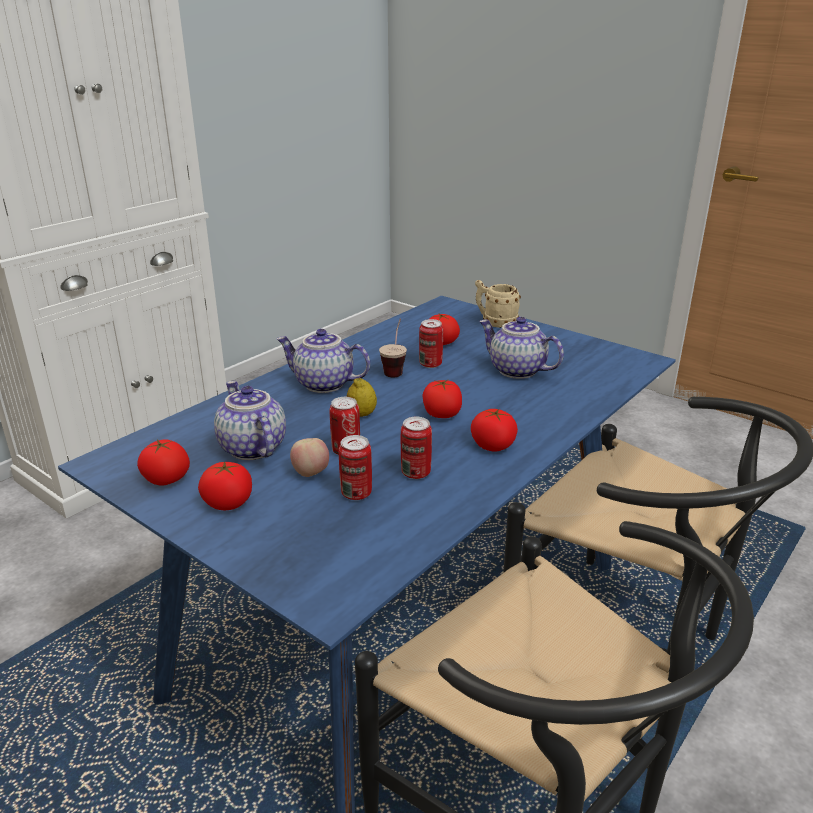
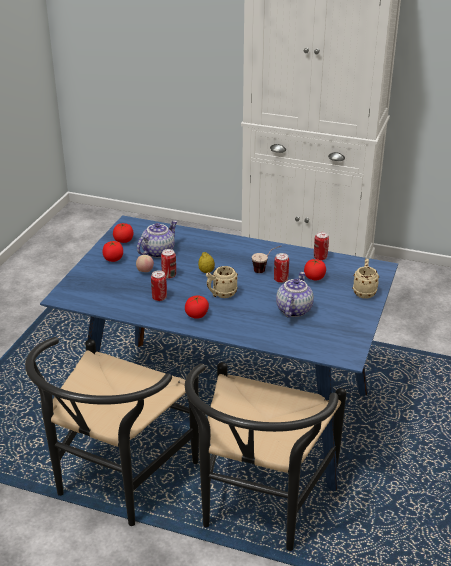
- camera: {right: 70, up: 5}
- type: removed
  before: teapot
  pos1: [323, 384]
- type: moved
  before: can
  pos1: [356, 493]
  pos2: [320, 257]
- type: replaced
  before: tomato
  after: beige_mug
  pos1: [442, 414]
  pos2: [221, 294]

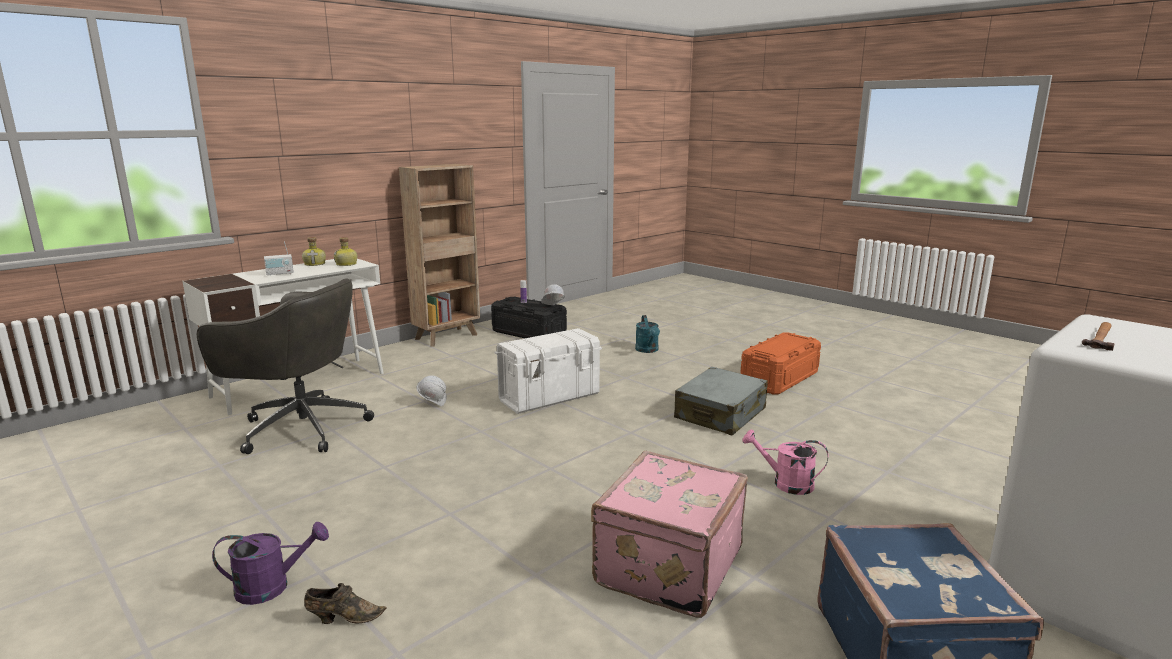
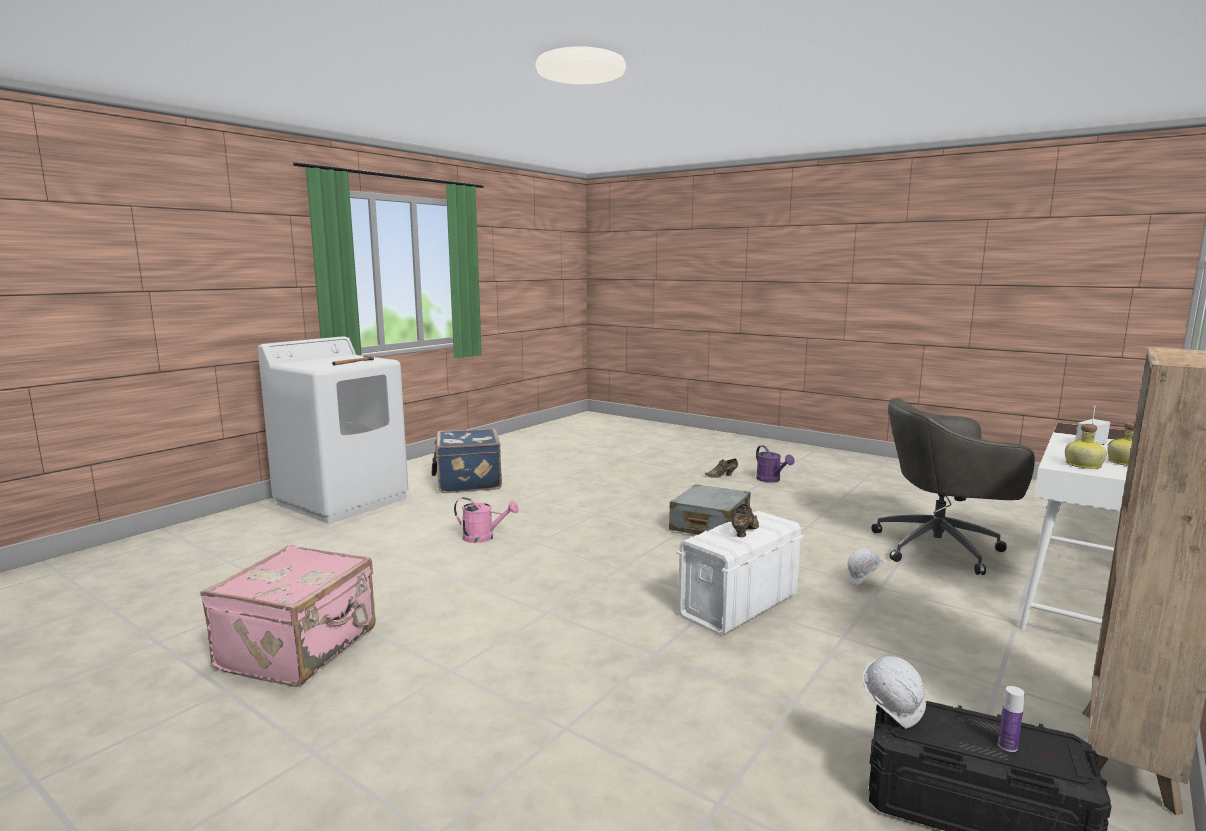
- camera: {right: 170, up: -5}
- type: removed
  before: turquoise_watering_can
  pos1: [648, 350]
- type: removed
  before: orange_storage_box
  pos1: [779, 379]
- type: added
  after: brown_shoe
  pos2: [744, 532]
- type: moved
  before: pink_suitcase
  pos1: [666, 566]
  pos2: [301, 649]
- type: moved
  before: grey_suitcase
  pos1: [720, 414]
  pos2: [709, 525]
- type: turned
  before: purple_watering_can
  pos1: [272, 587]
  pos2: [771, 480]
  turn: -90

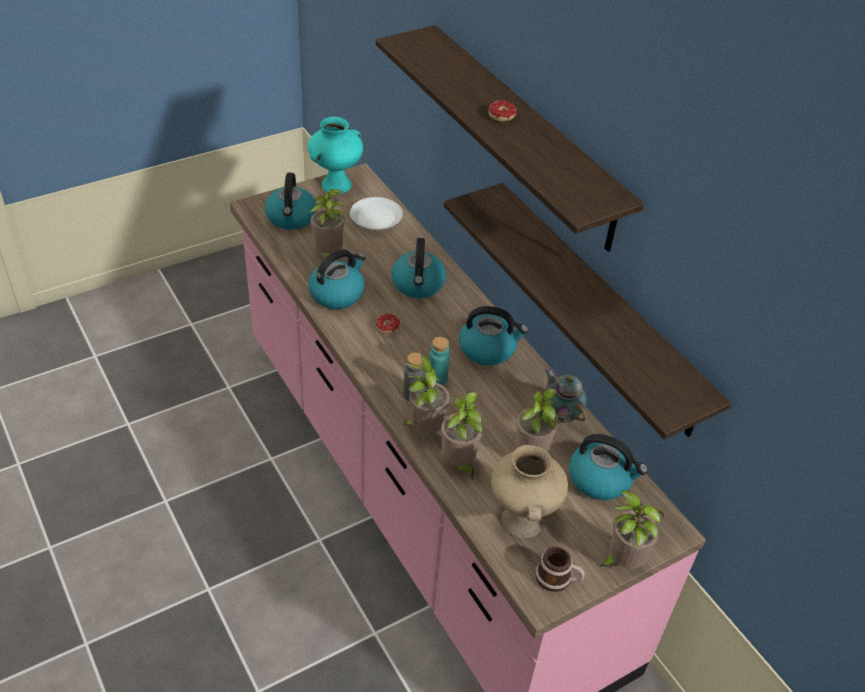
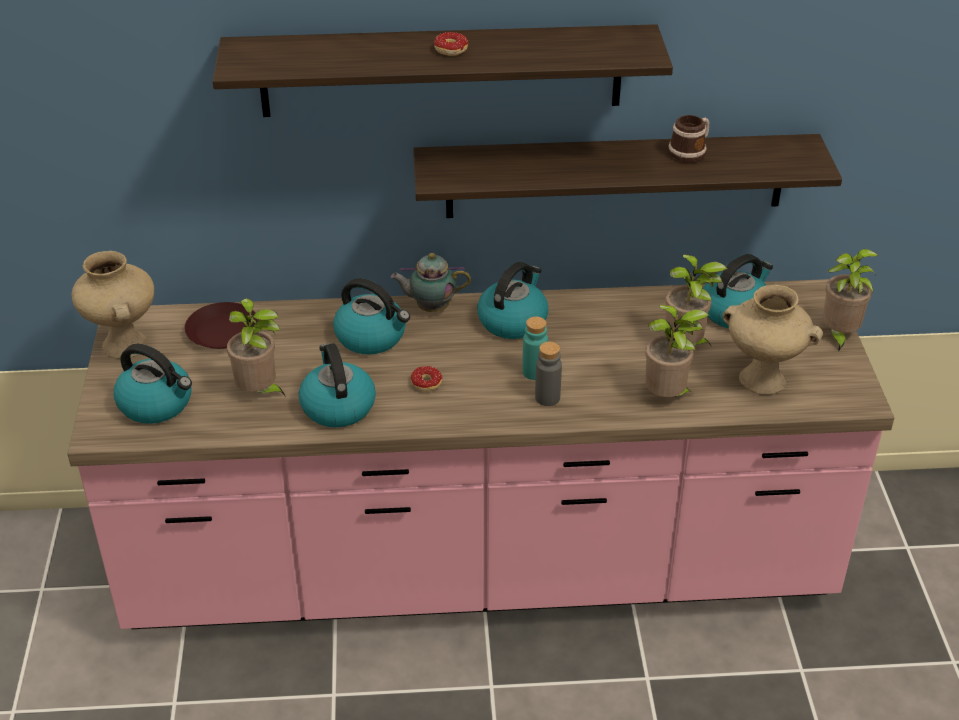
- camera: {right: -60, up: -5}
- type: removed
  before: potted_plant
  pos1: [424, 429]
- type: moved
  before: mug
  pos1: [558, 579]
  pos2: [690, 152]
- type: moved
  before: teapot
  pos1: [560, 415]
  pos2: [430, 308]
- type: recoloured
  before: turquoise_vase
  after: beige_vase
  pos1: [336, 184]
  pos2: [123, 344]
- type: recoloured
  before: white_plate
  after: brown_plate
  pos1: [375, 218]
  pos2: [222, 332]

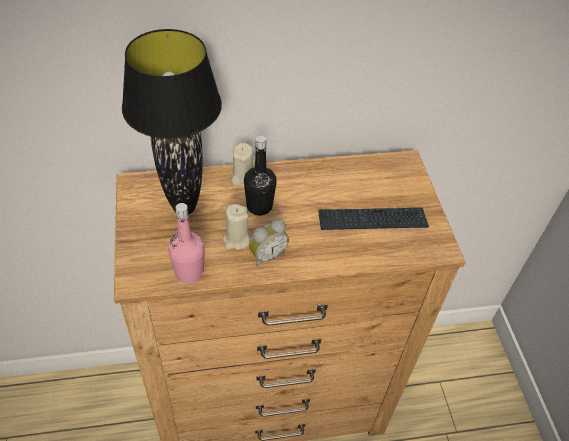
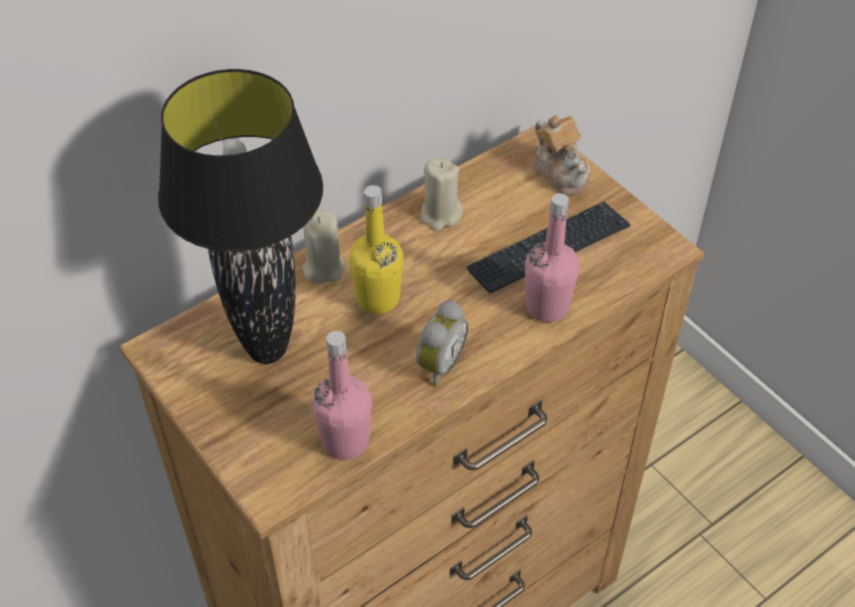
- camera: {right: -25, up: 0}
- type: added
  after: pink_bottle
  pos2: [547, 307]
- type: added
  after: teapot
  pos2: [561, 172]
- type: moved
  before: beige_candle
  pos1: [236, 240]
  pos2: [440, 215]
- type: recoloured
  before: black_bottle
  after: yellow_bottle
  pos1: [259, 206]
  pos2: [378, 299]

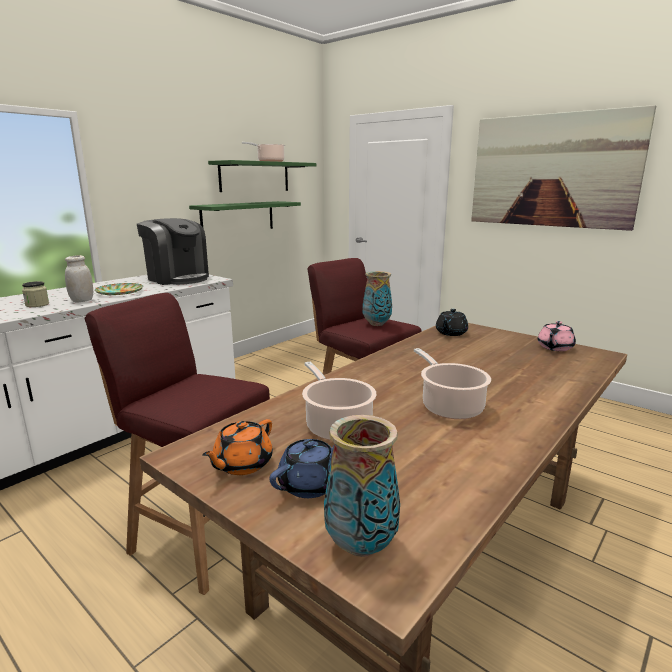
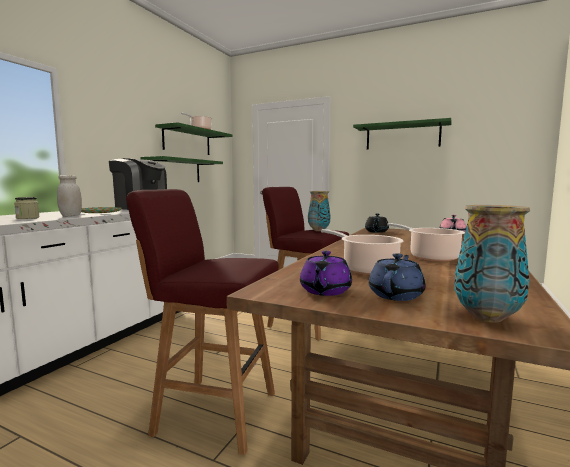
- camera: {right: -15, up: -10}
- type: replaced
  before: picture
  after: green_shelf
  pos1: [552, 171]
  pos2: [402, 136]
- type: recoloured
  before: orange_teapot
  after: purple_teapot
  pos1: [242, 464]
  pos2: [324, 291]

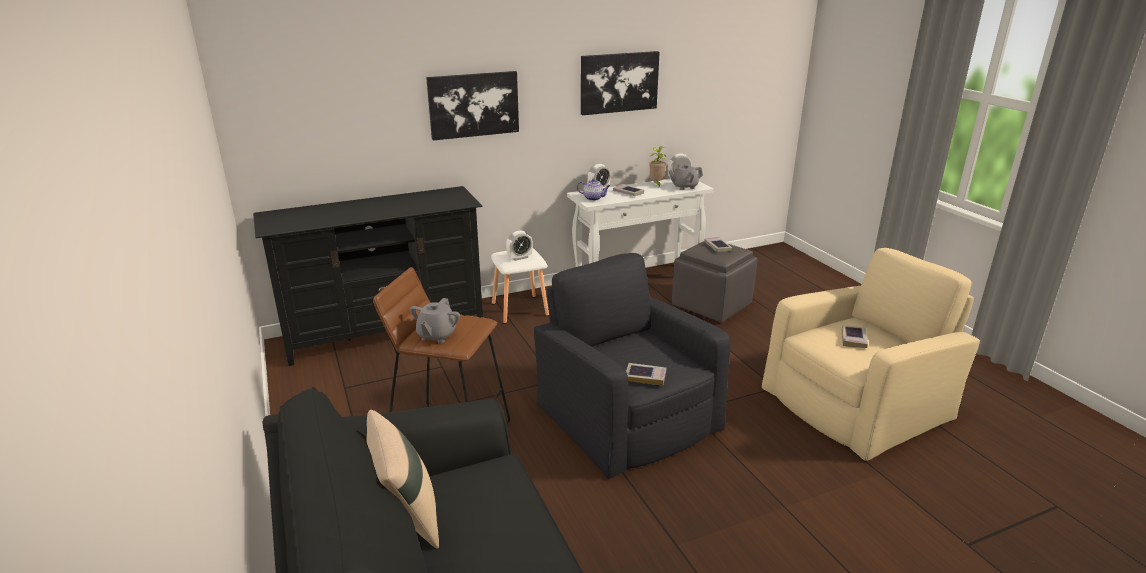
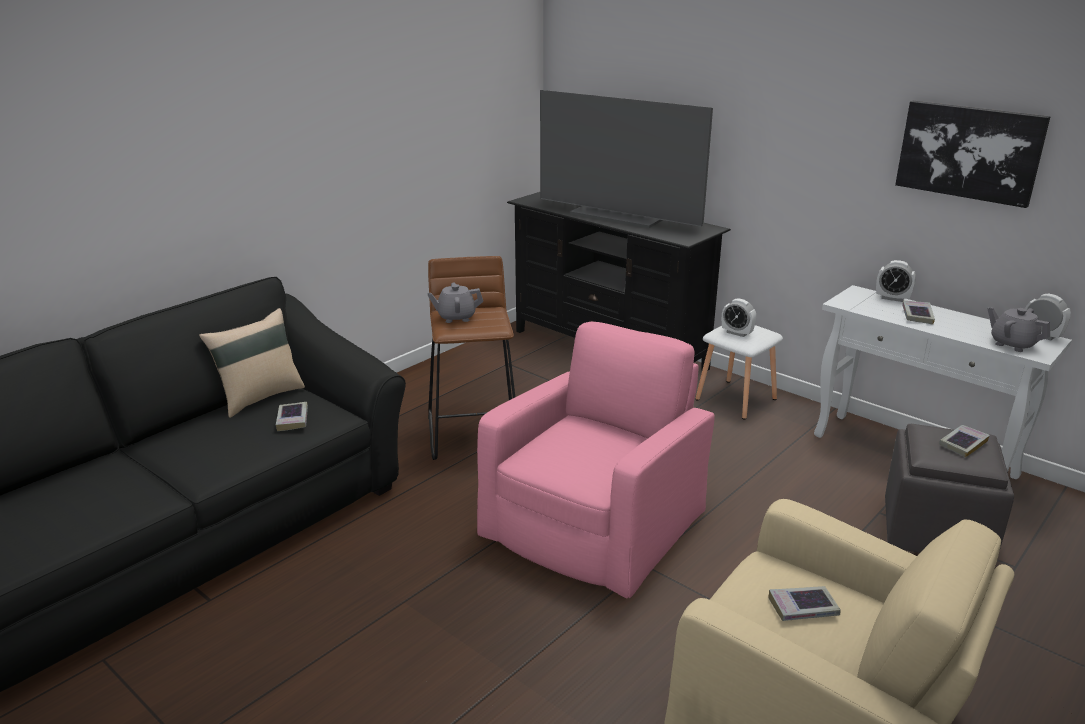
- camera: {right: 65, up: 0}
- type: removed
  before: picture
  pos1: [473, 104]
- type: removed
  before: teapot
  pos1: [593, 198]
- type: removed
  before: potted_plant
  pos1: [656, 184]
- type: added
  after: television
  pos2: [620, 215]
- type: moved
  before: book
  pos1: [645, 376]
  pos2: [292, 419]
- type: recoloured
  before: black_armchair
  after: pink_armchair
  pos1: [626, 415]
  pos2: [595, 520]

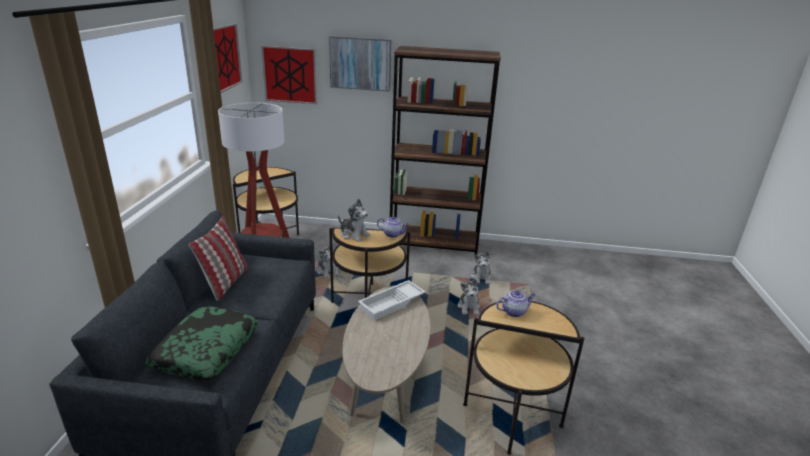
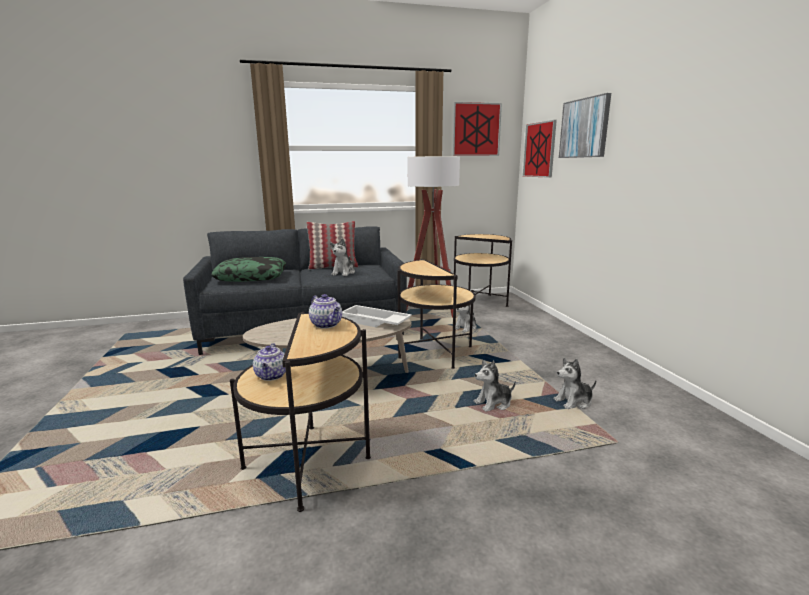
- camera: {right: 70, up: -10}
- type: removed
  before: brown_bookcase
  pos1: [434, 244]
- type: moved
  before: plush_toy
  pos1: [354, 234]
  pos2: [343, 273]
- type: moved
  before: teapot
  pos1: [393, 234]
  pos2: [272, 376]

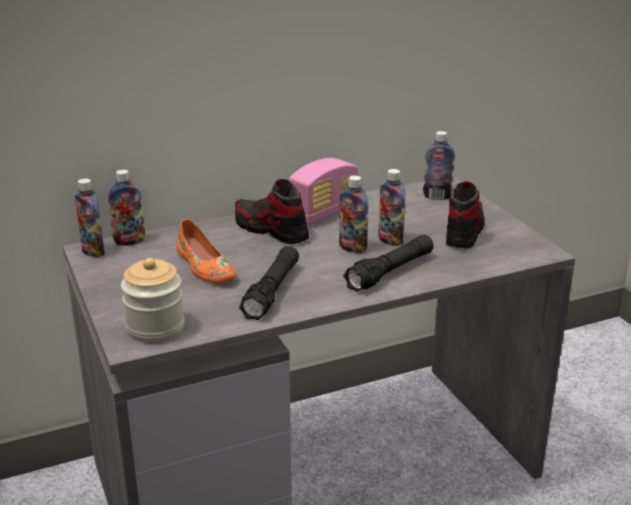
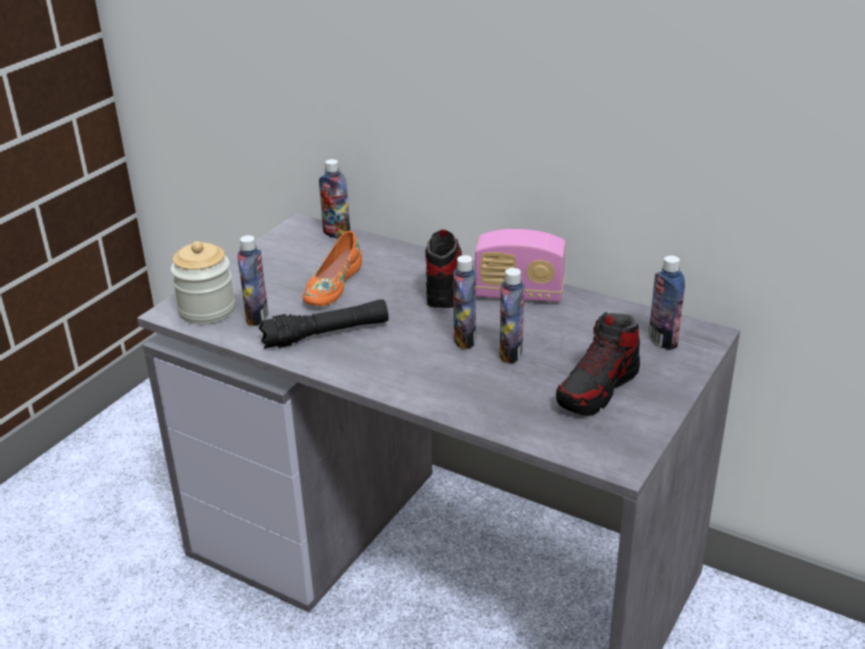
- camera: {right: 55, up: 5}
- type: removed
  before: black_flashlight
  pos1: [390, 272]
- type: moved
  before: bottle
  pos1: [93, 251]
  pos2: [257, 317]
- type: turned
  before: shoe
  pos1: [463, 231]
  pos2: [598, 389]
  turn: 150

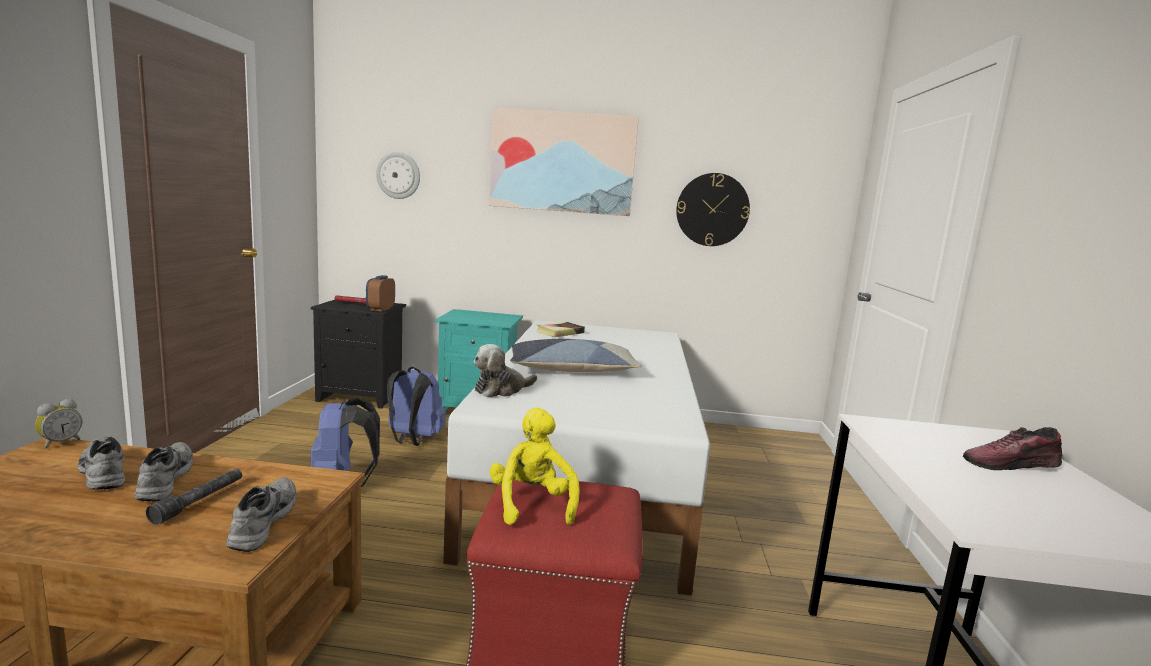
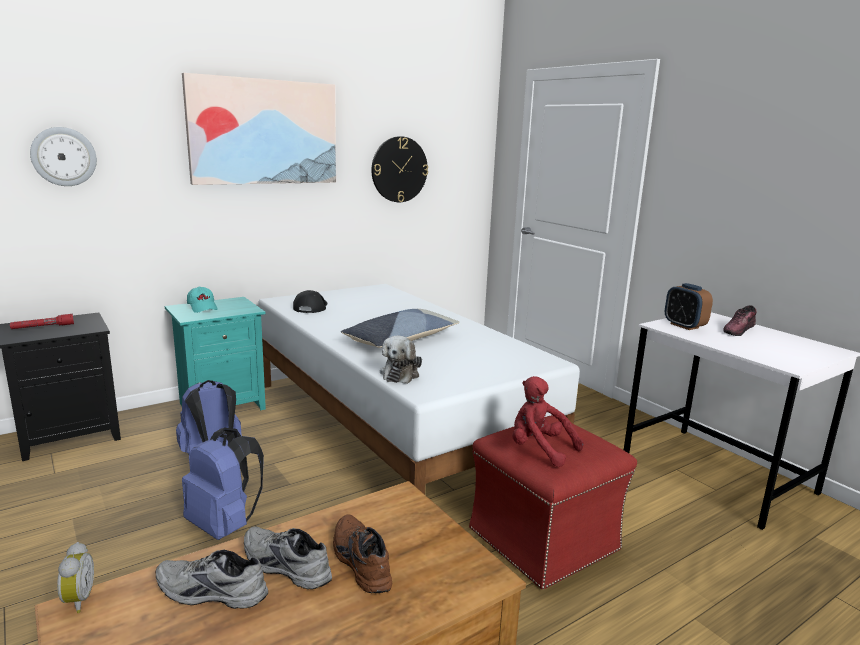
- camera: {right: -40, up: 5}
- type: removed
  before: grey_shoe
  pos1: [260, 522]
- type: added
  after: turquoise_cap
  pos2: [203, 307]
- type: moved
  before: alarm_clock
  pos1: [380, 309]
  pos2: [684, 326]
- type: replaced
  before: grey_flashlight
  after: brown_shoe
  pos1: [199, 501]
  pos2: [359, 561]
- type: replaced
  before: book
  after: black_cap
  pos1: [560, 332]
  pos2: [311, 307]
- type: recoloured
  before: yellow_plush_toy
  after: red_plush_toy
  pos1: [532, 504]
  pos2: [539, 449]

